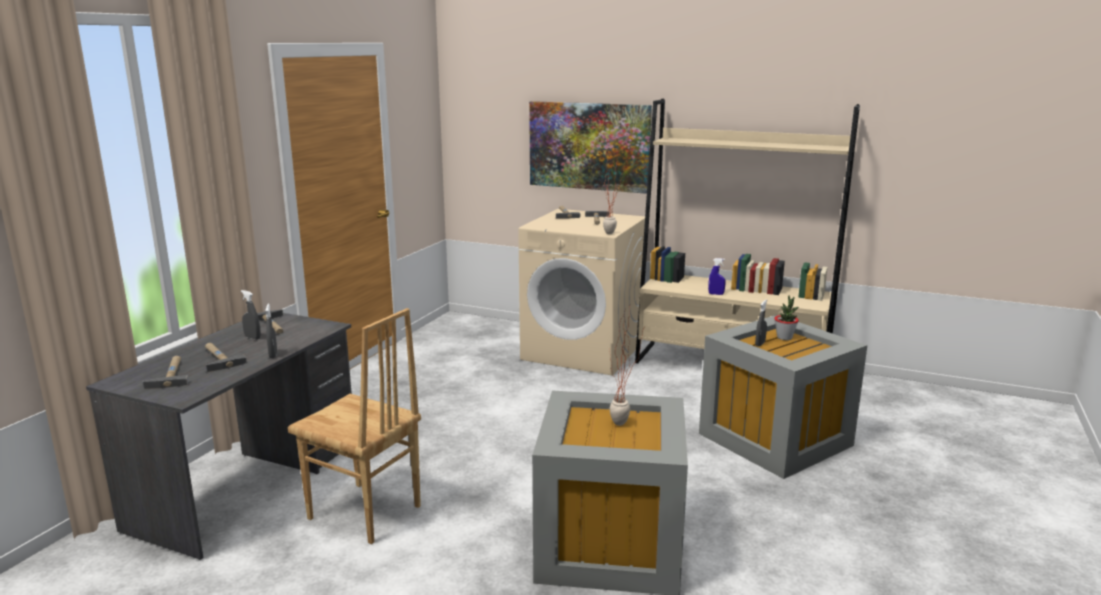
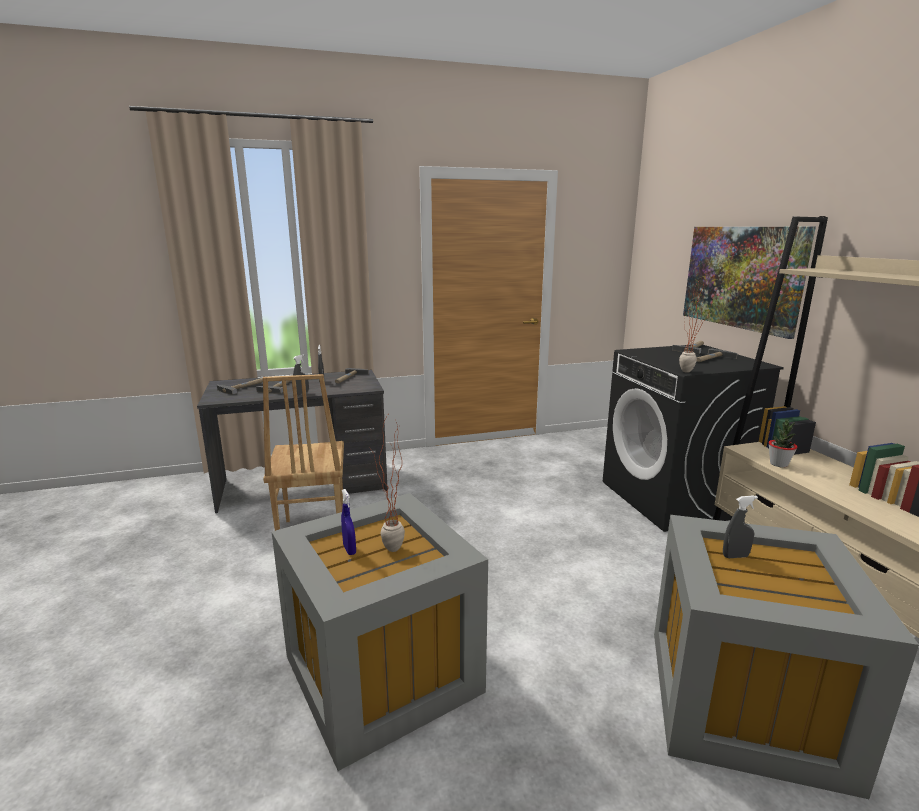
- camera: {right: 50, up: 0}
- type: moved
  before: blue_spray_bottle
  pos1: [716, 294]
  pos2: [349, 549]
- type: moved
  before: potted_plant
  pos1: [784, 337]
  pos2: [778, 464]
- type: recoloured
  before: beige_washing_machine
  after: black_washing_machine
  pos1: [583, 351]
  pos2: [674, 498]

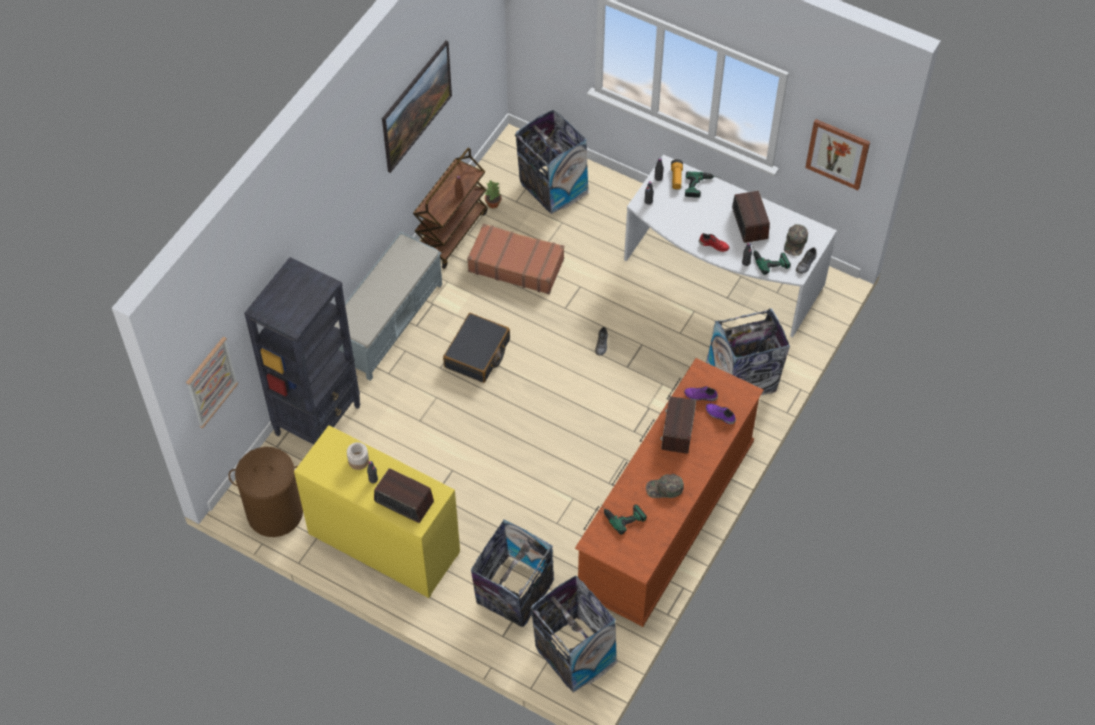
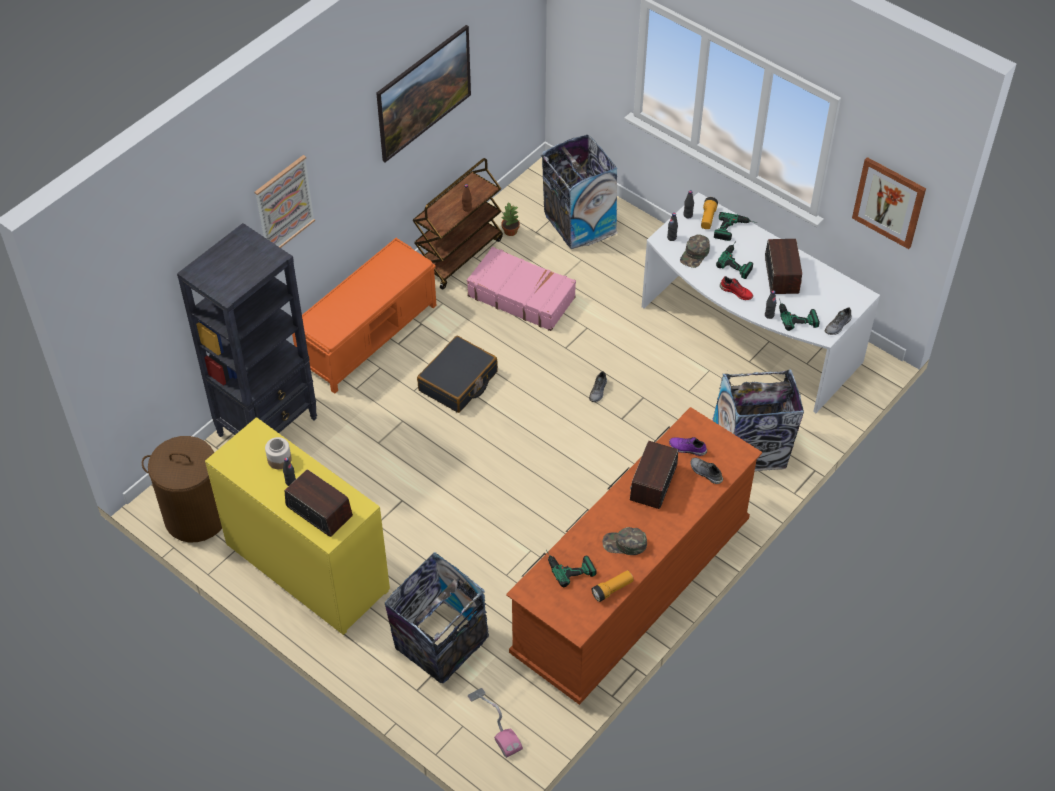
- camera: {right: 10, up: -5}
- type: added
  after: flashlight
  pos2: [612, 589]
- type: added
  after: power_drill
  pos2: [738, 260]
- type: moved
  before: picture
  pos1: [211, 382]
  pos2: [284, 205]
- type: moved
  before: green_cap
  pos1: [795, 242]
  pos2: [695, 254]
- type: replaced
  before: trash_can
  after: vacuum_cleaner
  pos1: [574, 654]
  pos2: [494, 723]
- type: recoloured
  before: grey_bench
  after: orange_bench
  pos1: [388, 321]
  pos2: [369, 335]
- type: recoloured
  before: brown_suitcase
  after: pink_suitcase
  pos1: [516, 265]
  pos2: [521, 296]
- type: recoloured
  before: purple_shoe
  after: grey_shoe
  pos1: [720, 415]
  pos2: [705, 473]

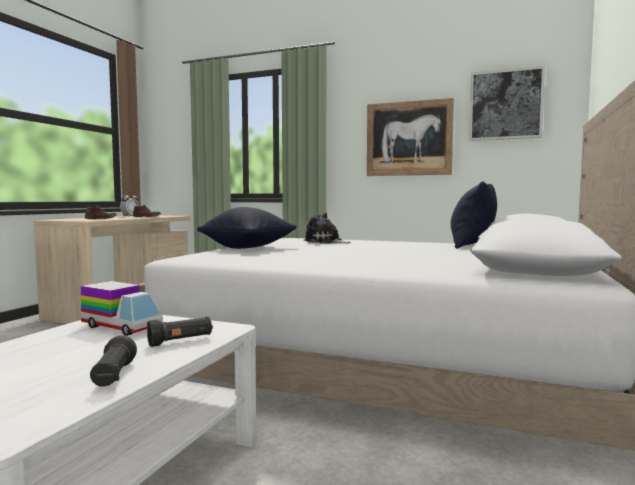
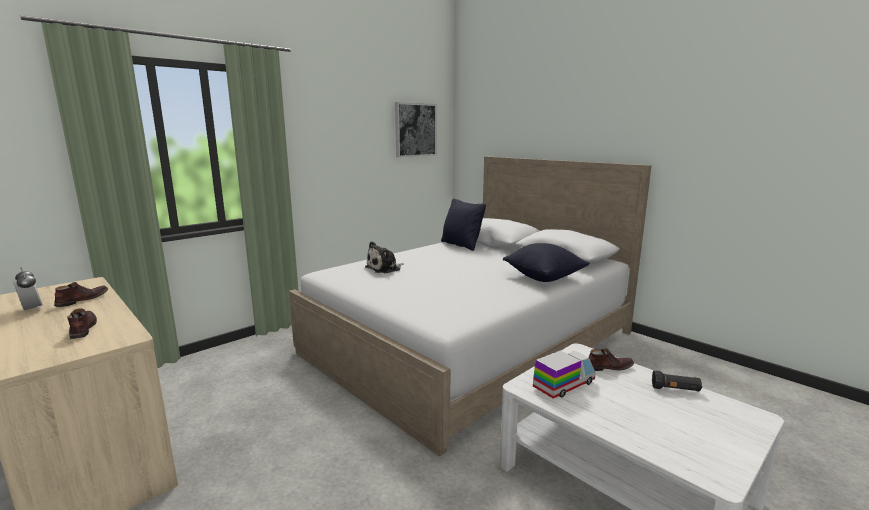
- camera: {right: -65, up: 10}
- type: removed
  before: picture
  pos1: [408, 138]
- type: moved
  before: black_pillow
  pos1: [248, 248]
  pos2: [544, 278]
- type: replaced
  before: black_flashlight
  after: brown_shoe
  pos1: [181, 341]
  pos2: [608, 367]

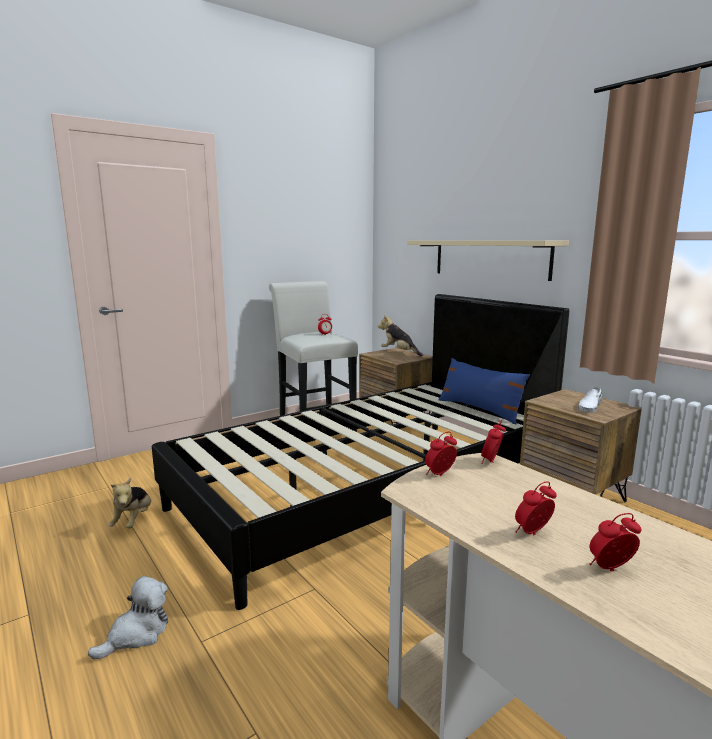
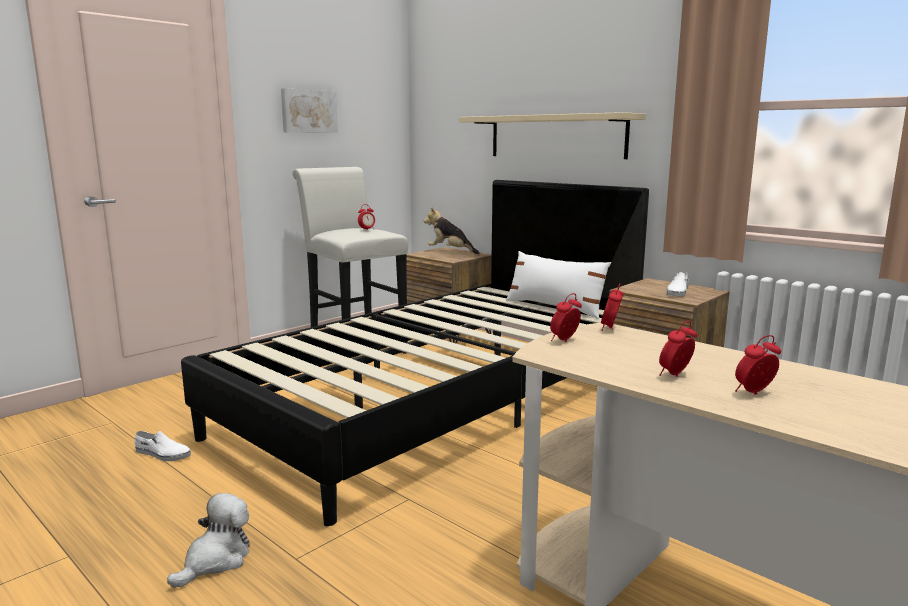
- camera: {right: -10, up: 0}
- type: added
  after: picture
  pos2: [308, 111]
- type: replaced
  before: plush_toy
  after: white_shoe
  pos1: [133, 521]
  pos2: [162, 454]
- type: recoloured
  before: blue_pillow
  after: white_pillow
  pos1: [480, 410]
  pos2: [555, 307]

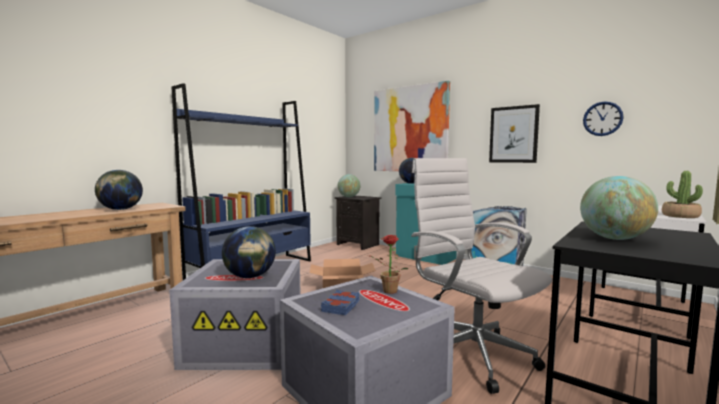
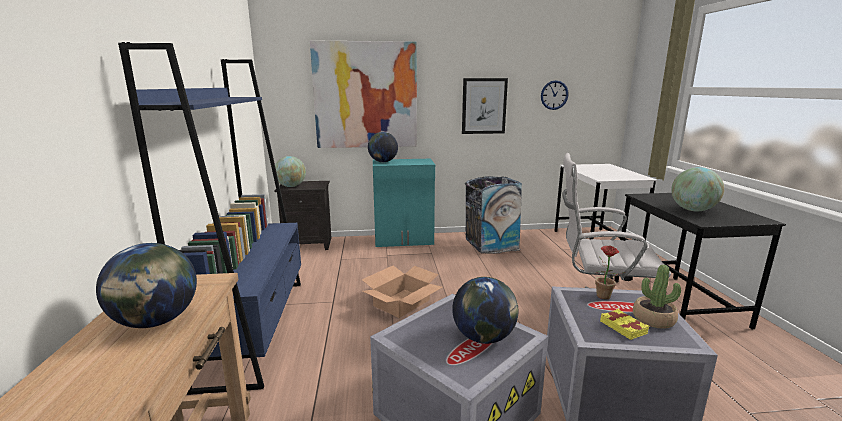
- camera: {right: -45, up: 10}
- type: moved
  before: potted_plant
  pos1: [680, 216]
  pos2: [653, 319]
- type: recoloured
  before: blue_book
  after: yellow_book
  pos1: [341, 306]
  pos2: [623, 327]

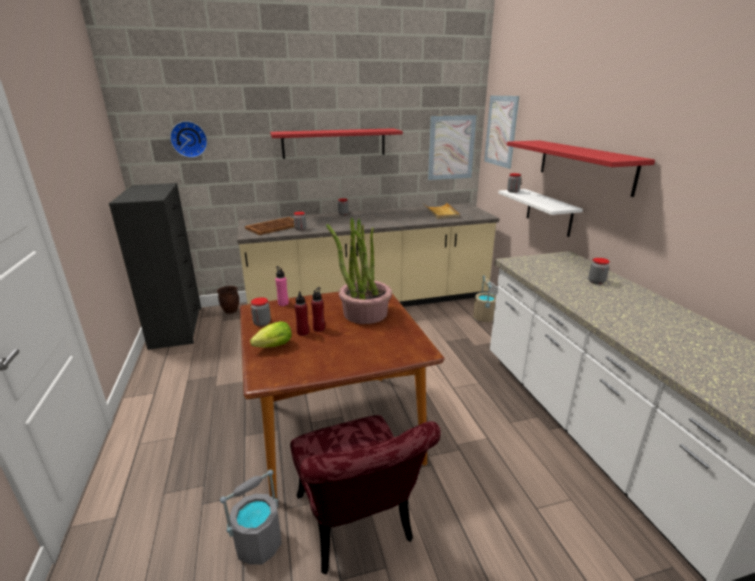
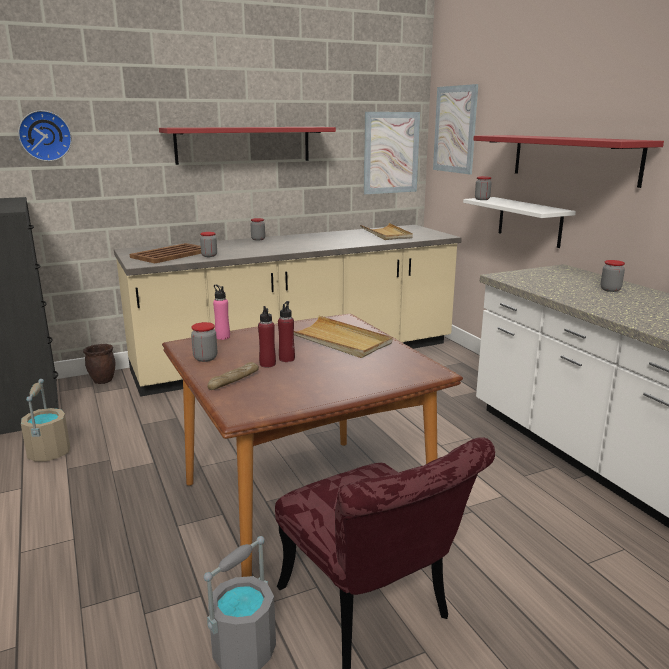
- camera: {right: -10, up: -5}
- type: moved
  before: beige_bucket
  pos1: [484, 317]
  pos2: [49, 452]
- type: replaced
  before: lettuce
  after: bread
  pos1: [272, 347]
  pos2: [234, 381]
- type: replaced
  before: potted_plant
  after: beige_tray
  pos1: [365, 313]
  pos2: [338, 340]

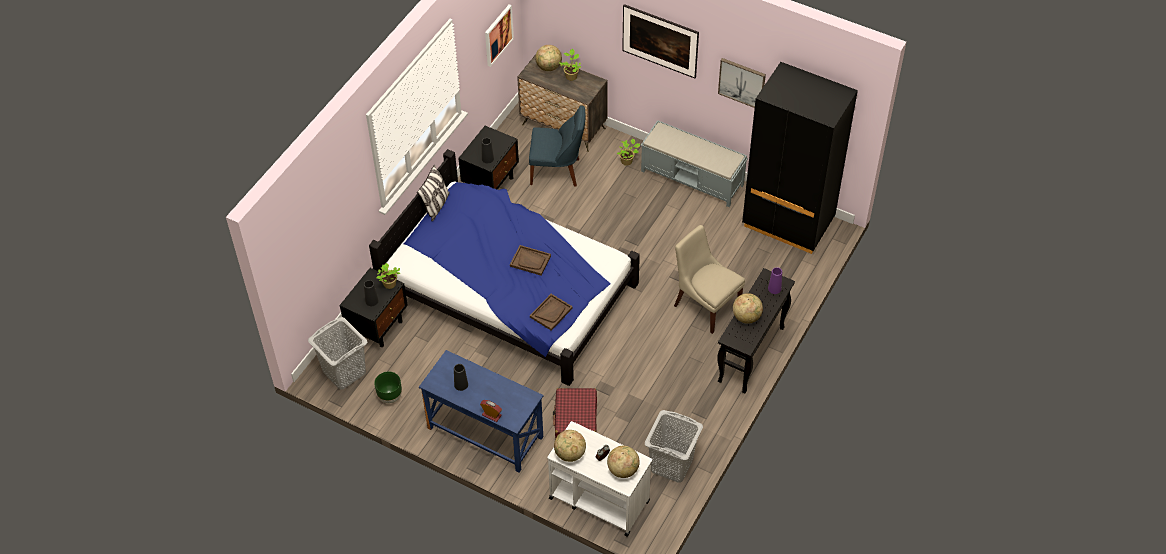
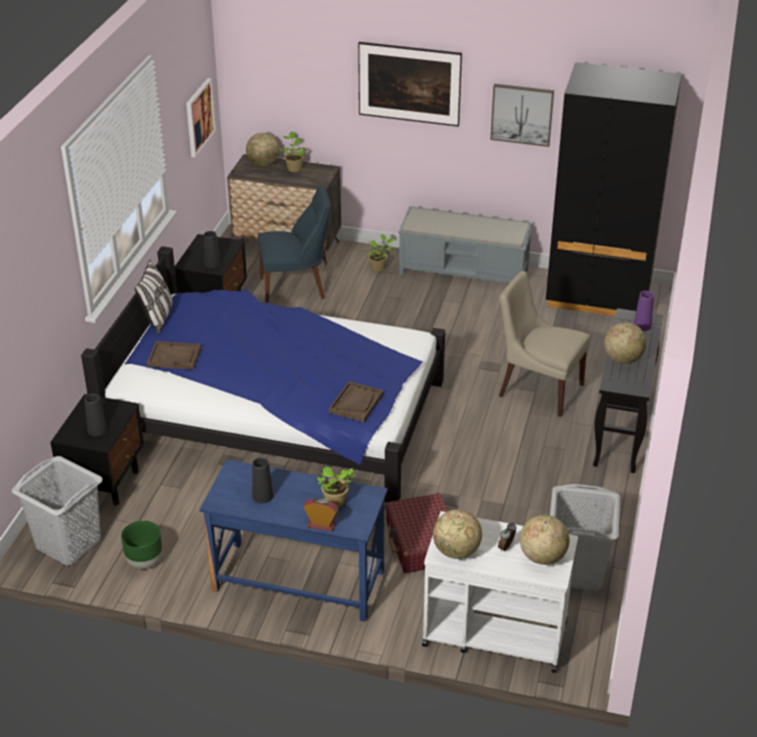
- camera: {right: -15, up: -15}
- type: moved
  before: potted_plant
  pos1: [389, 285]
  pos2: [335, 502]
- type: moved
  before: brown_tray
  pos1: [530, 261]
  pos2: [174, 357]

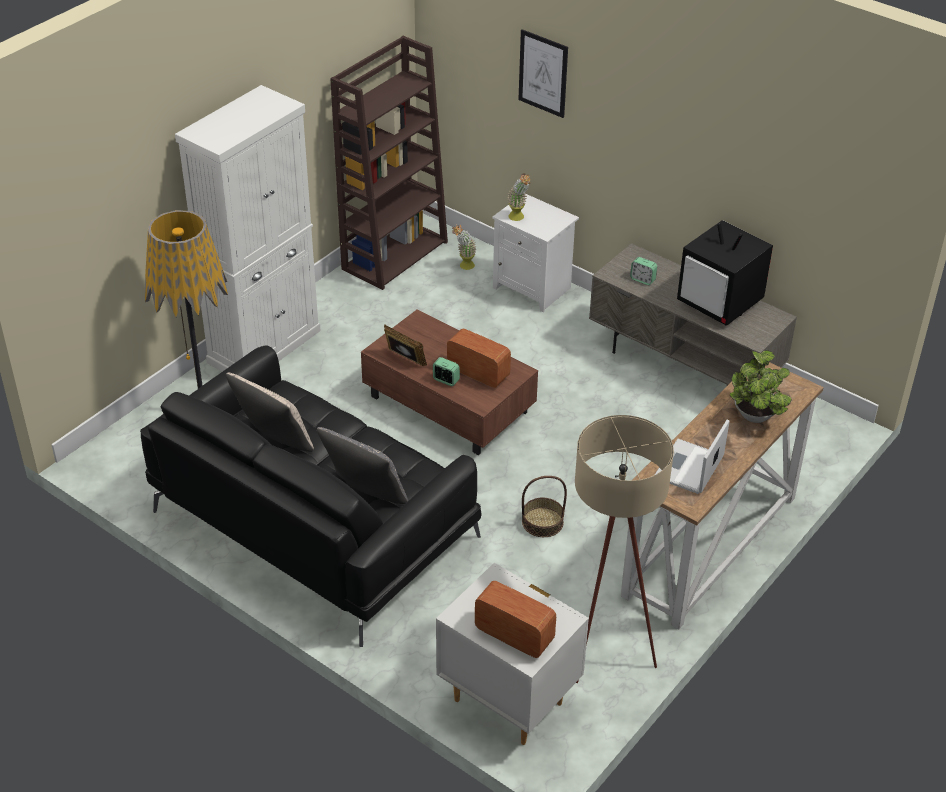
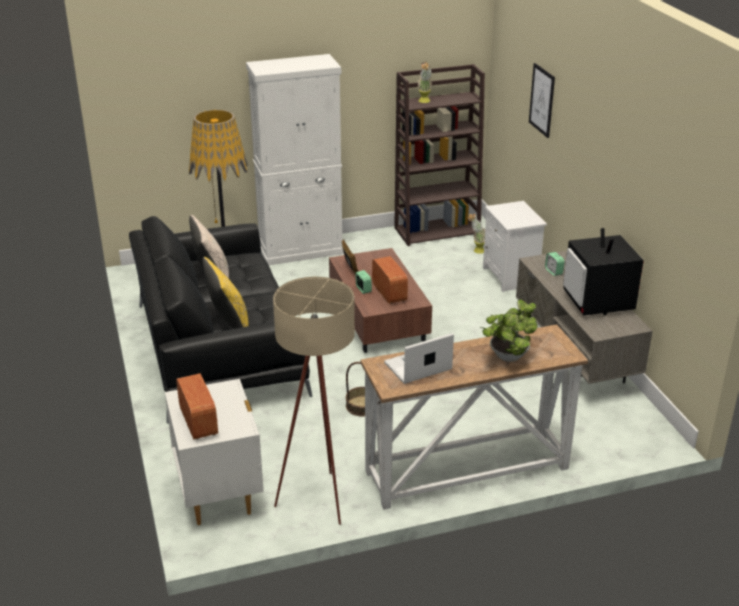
- camera: {right: 35, up: -10}
- type: moved
  before: potted_plant
  pos1: [518, 218]
  pos2: [424, 102]
- type: recoloured
  before: grey_pillow
  after: yellow_pillow
  pos1: [365, 494]
  pos2: [229, 323]

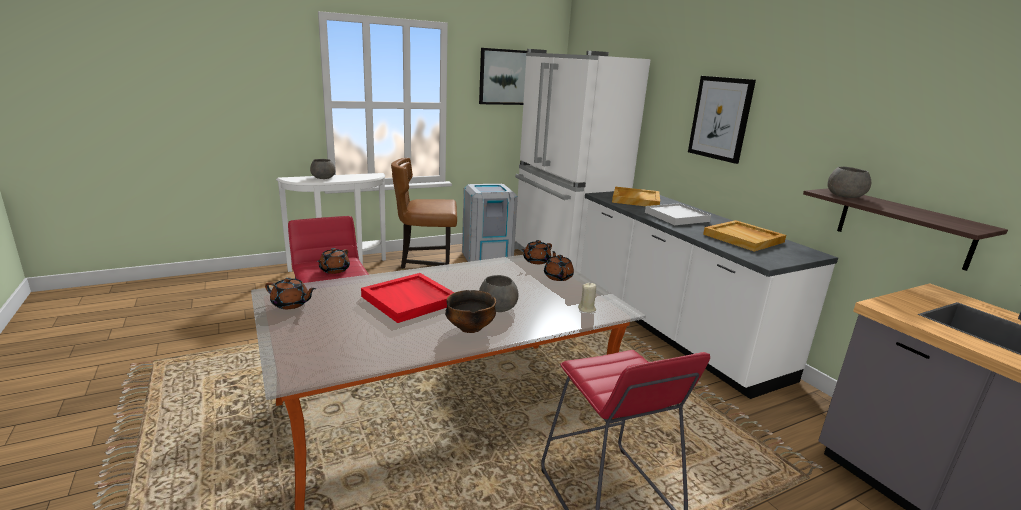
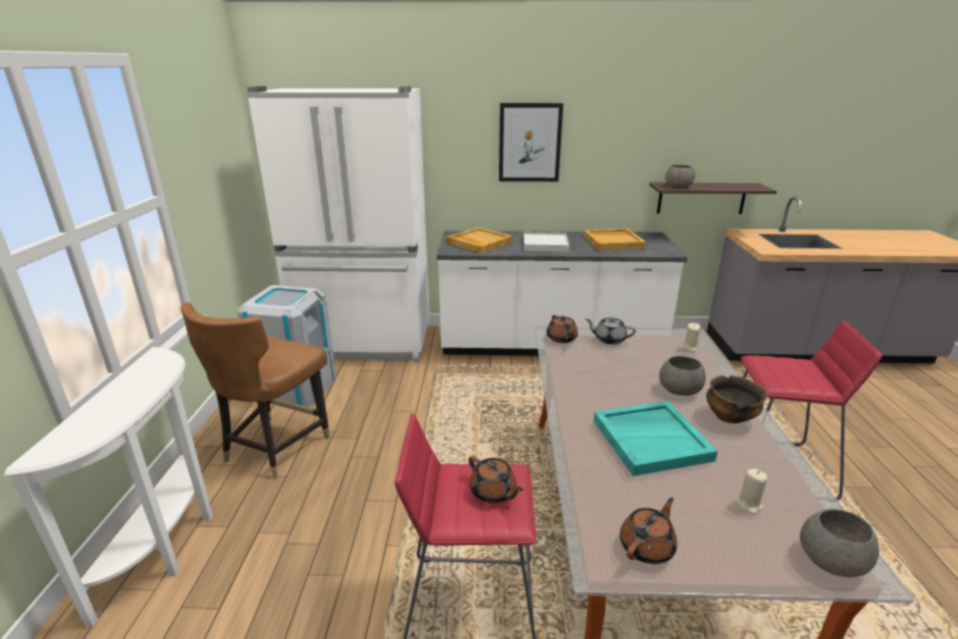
- camera: {right: -60, up: 5}
- type: removed
  before: picture
  pos1: [503, 77]
- type: added
  after: beige_candle
  pos2: [749, 504]
- type: moved
  before: grey_bowl
  pos1: [323, 178]
  pos2: [832, 559]
- type: recoloured
  before: red_tray
  after: turquoise_tray
  pos1: [410, 300]
  pos2: [651, 439]
- type: recoloured
  before: brown_teapot
  after: grey_teapot
  pos1: [558, 276]
  pos2: [609, 339]

